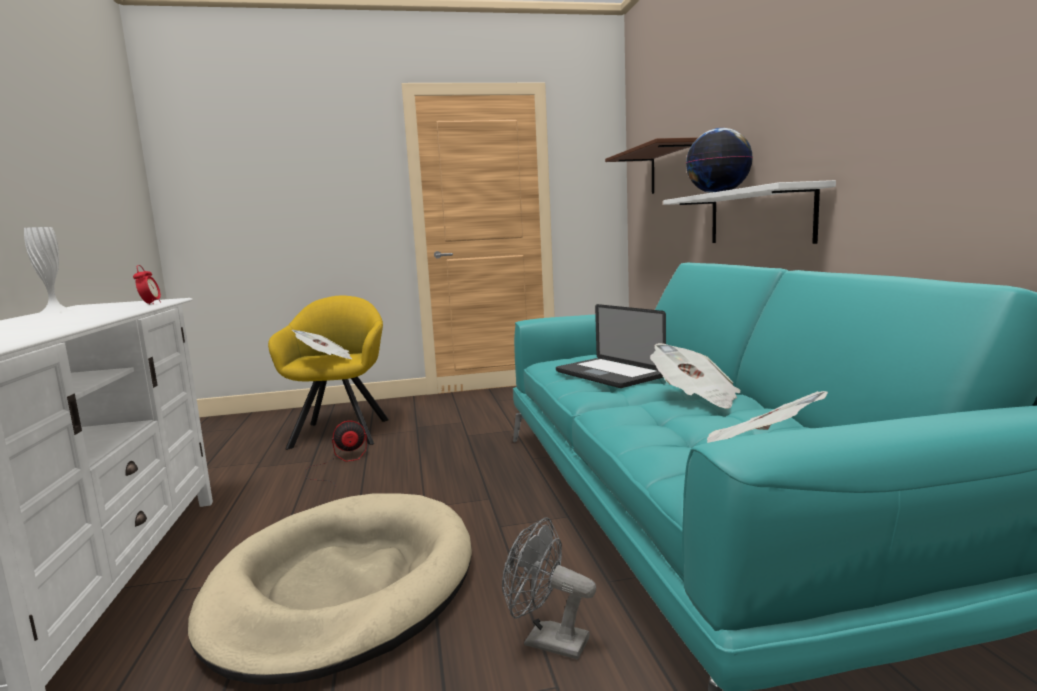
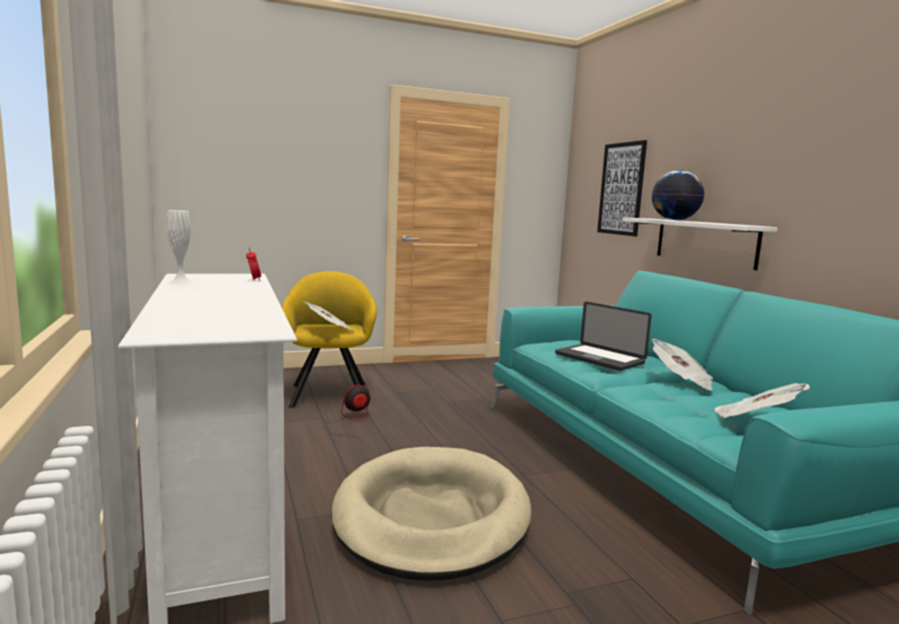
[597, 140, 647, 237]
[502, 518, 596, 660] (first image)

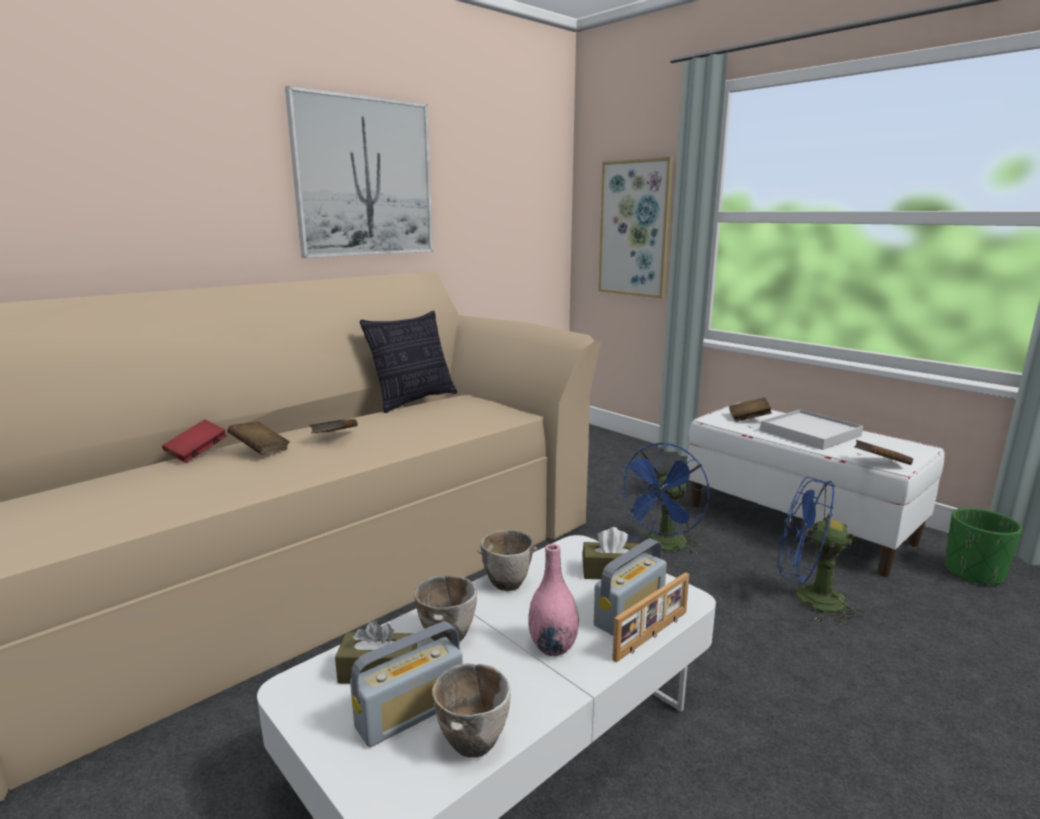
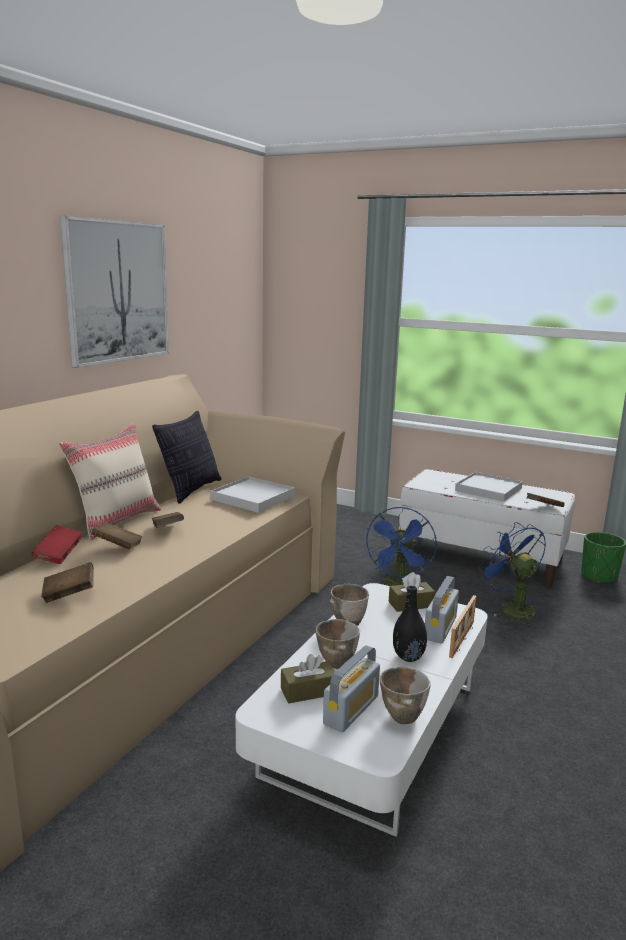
[598, 157, 673, 298] (first image)
[41, 562, 94, 603]
[479, 522, 546, 625]
[393, 586, 427, 662]
[59, 423, 161, 540]
[211, 476, 295, 513]

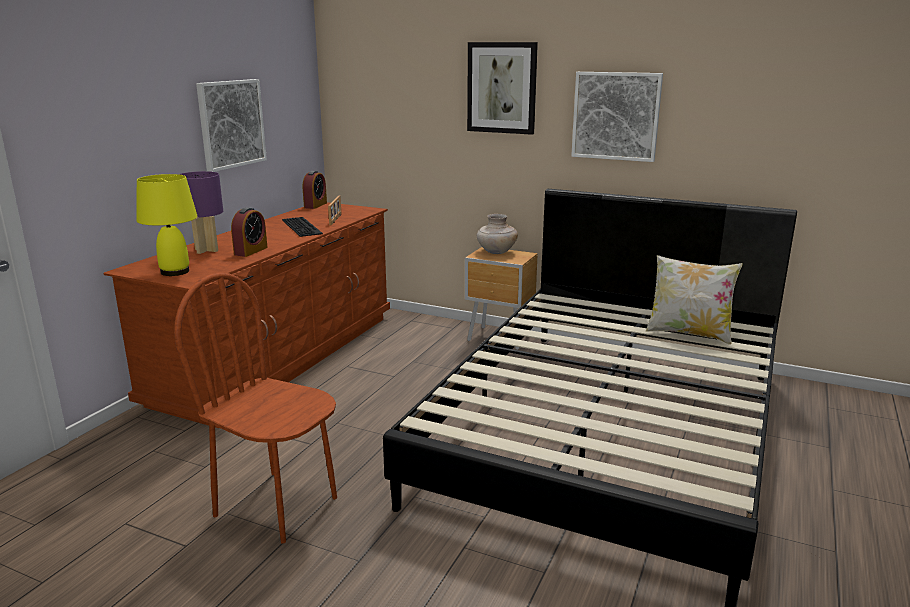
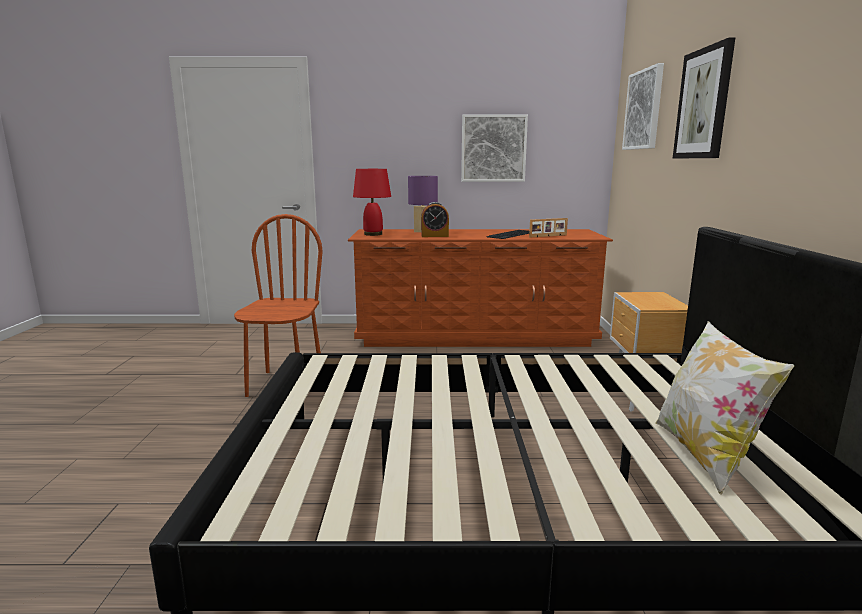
[622, 63, 664, 150]
[303, 171, 327, 209] (first image)
[353, 169, 391, 236]
[477, 214, 518, 254] (first image)

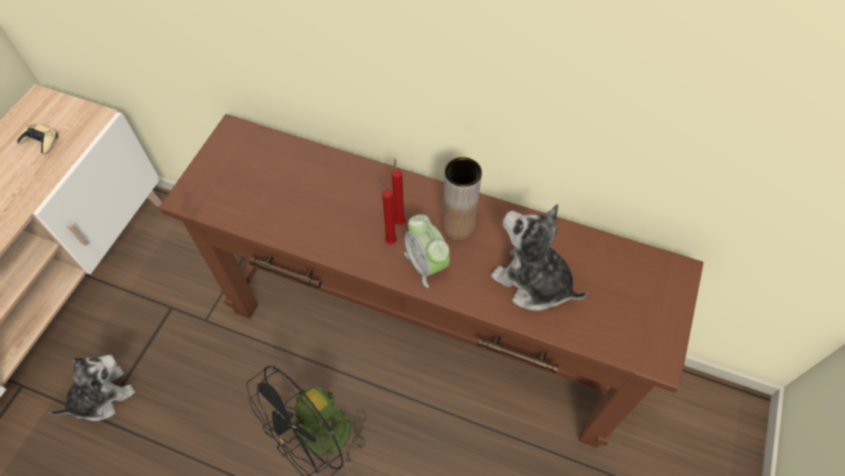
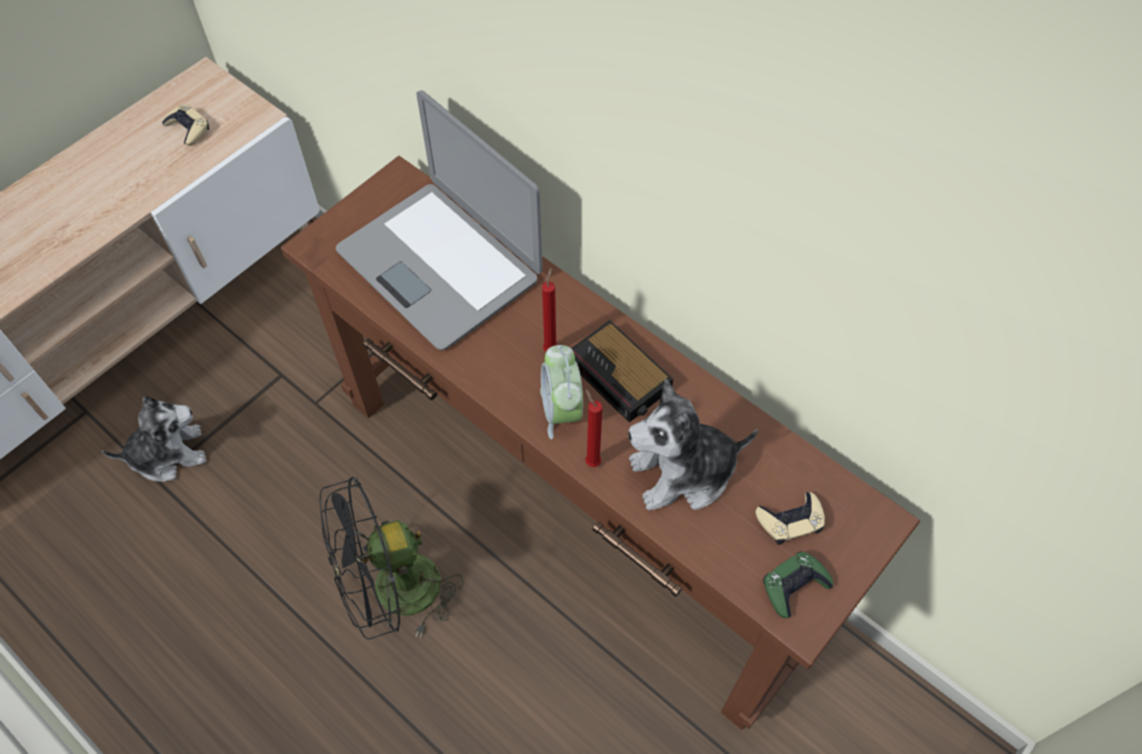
[571, 320, 673, 422]
[585, 389, 603, 467]
[628, 379, 758, 511]
[336, 90, 543, 350]
[756, 492, 825, 545]
[763, 551, 833, 618]

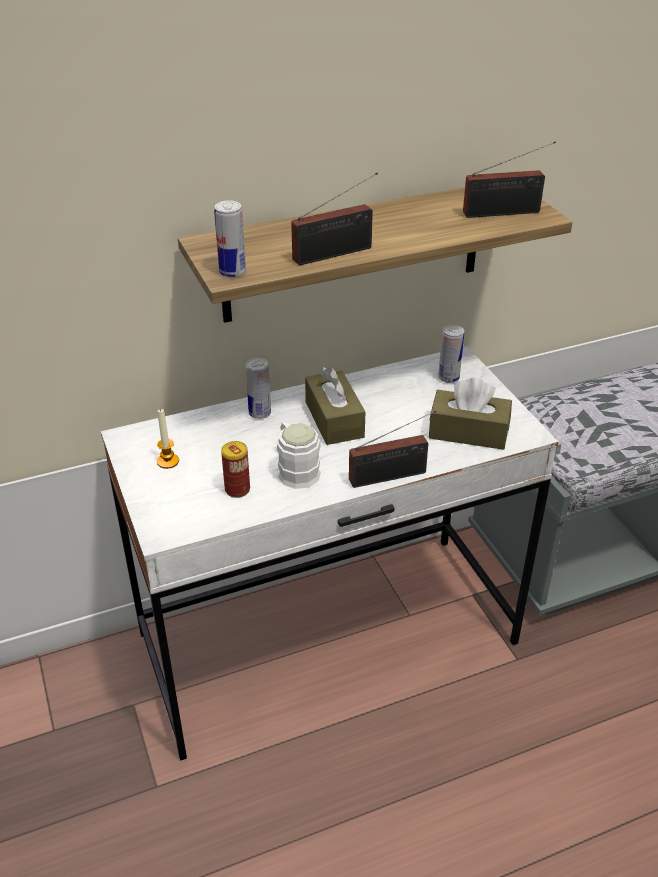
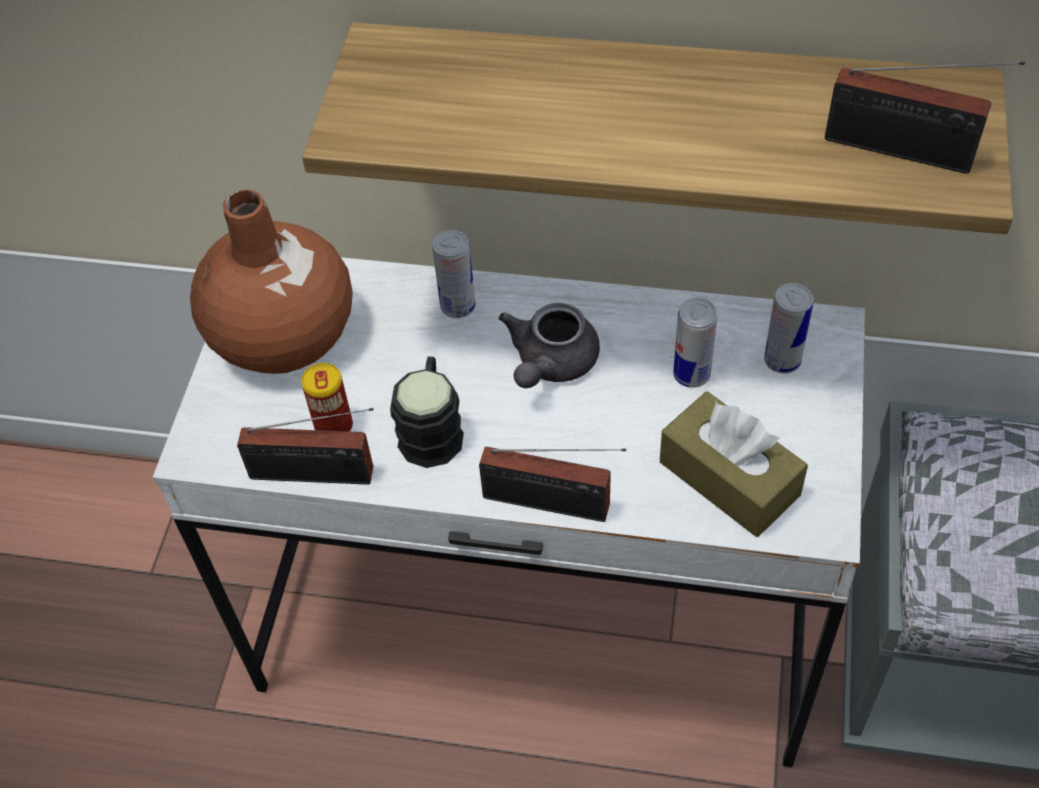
[237, 408, 374, 485]
[673, 297, 717, 388]
[498, 303, 600, 388]
[190, 189, 353, 374]
[390, 357, 464, 468]

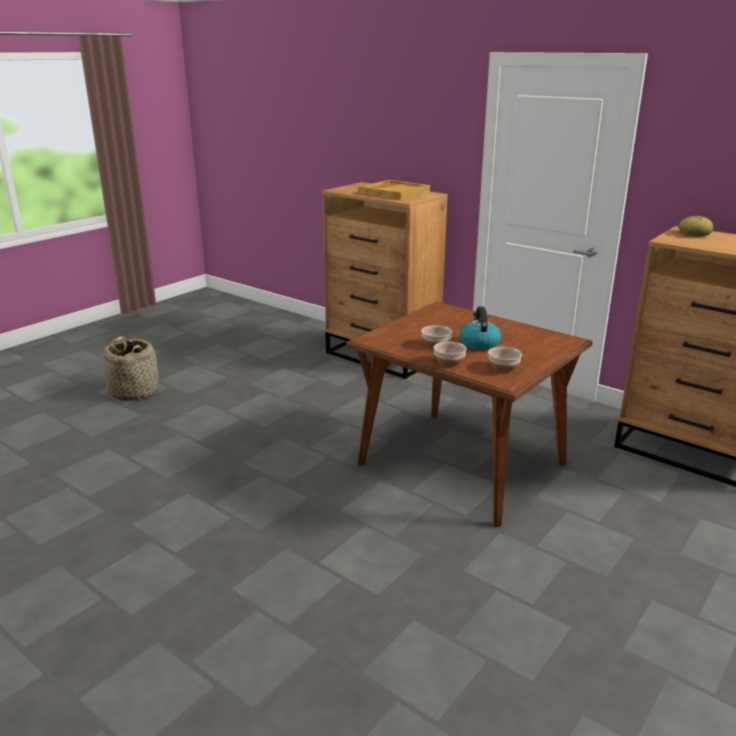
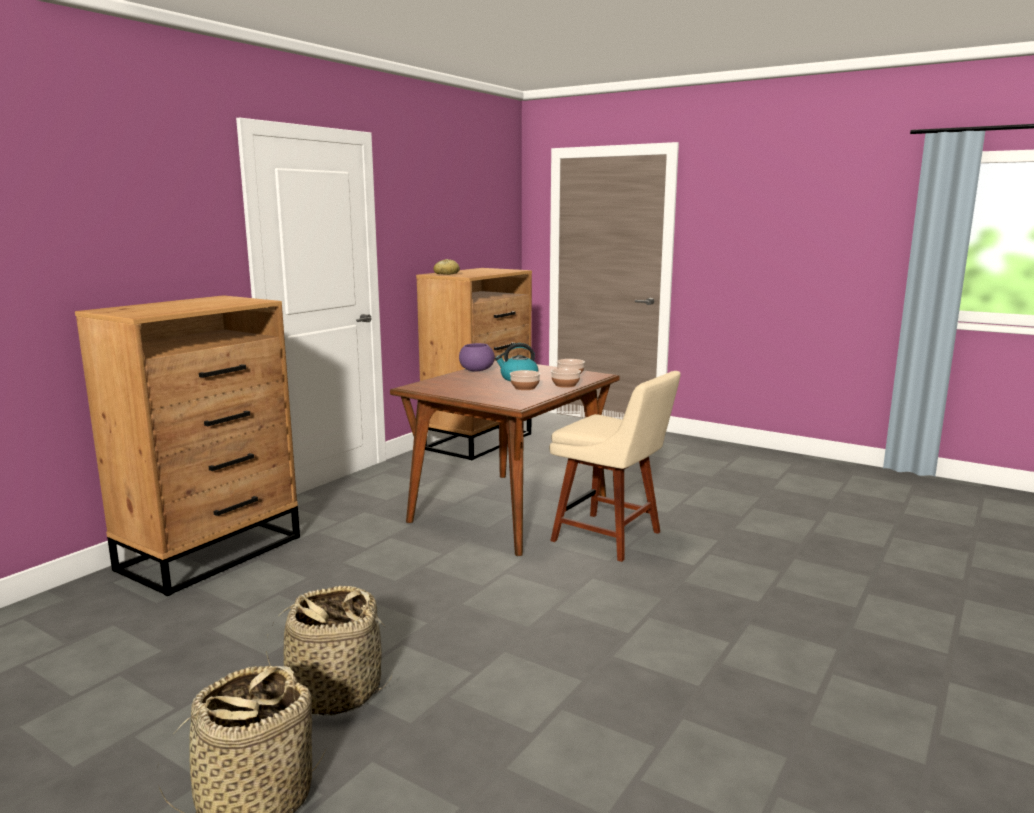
[358, 180, 430, 200] (first image)
[459, 343, 495, 372]
[549, 371, 681, 562]
[266, 586, 392, 716]

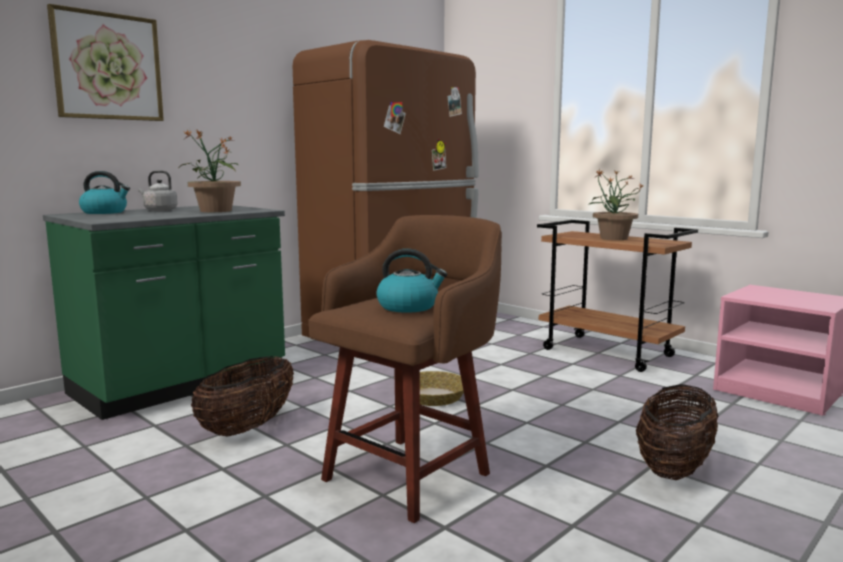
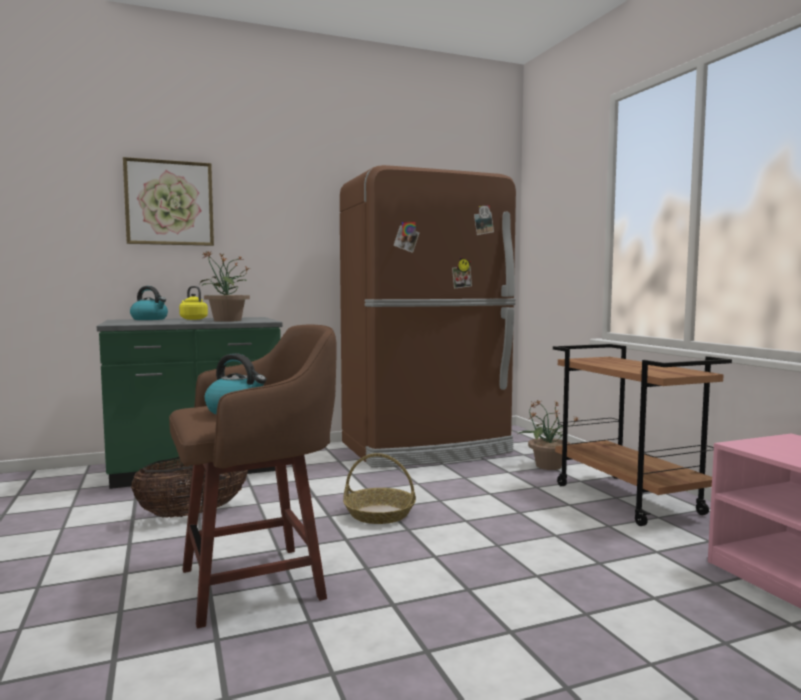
[518, 400, 579, 470]
[179, 286, 208, 320]
[636, 384, 718, 480] (first image)

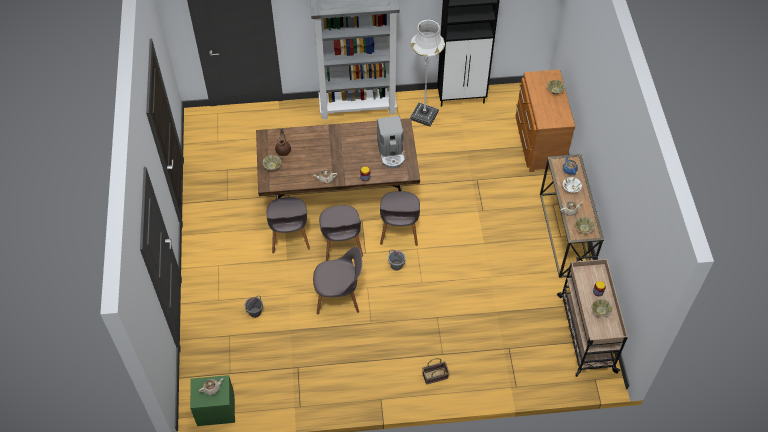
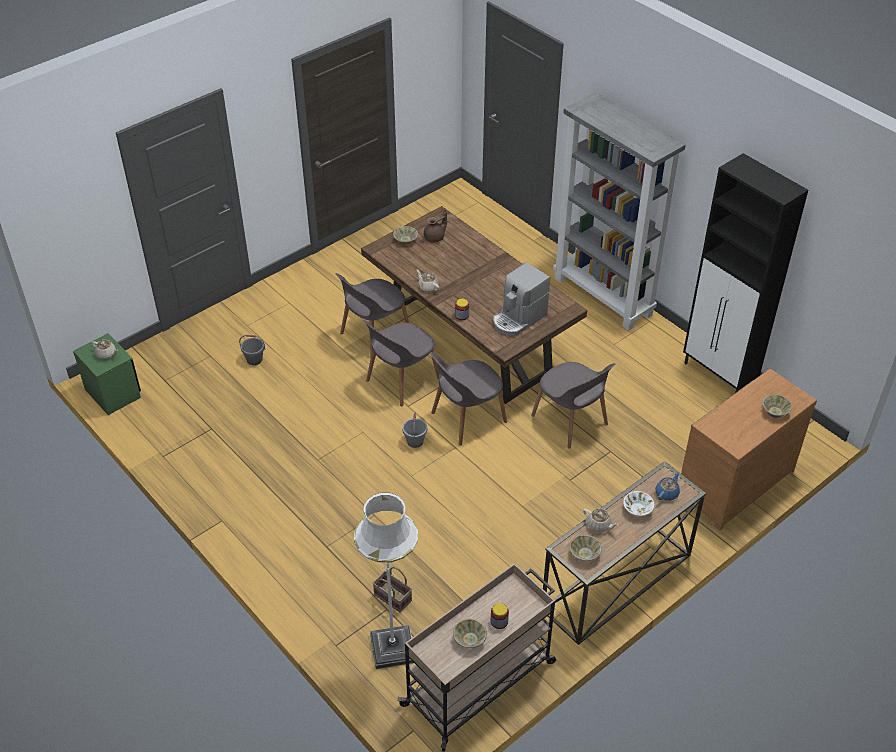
[354, 493, 418, 669]
[531, 362, 615, 449]
[373, 567, 412, 613]

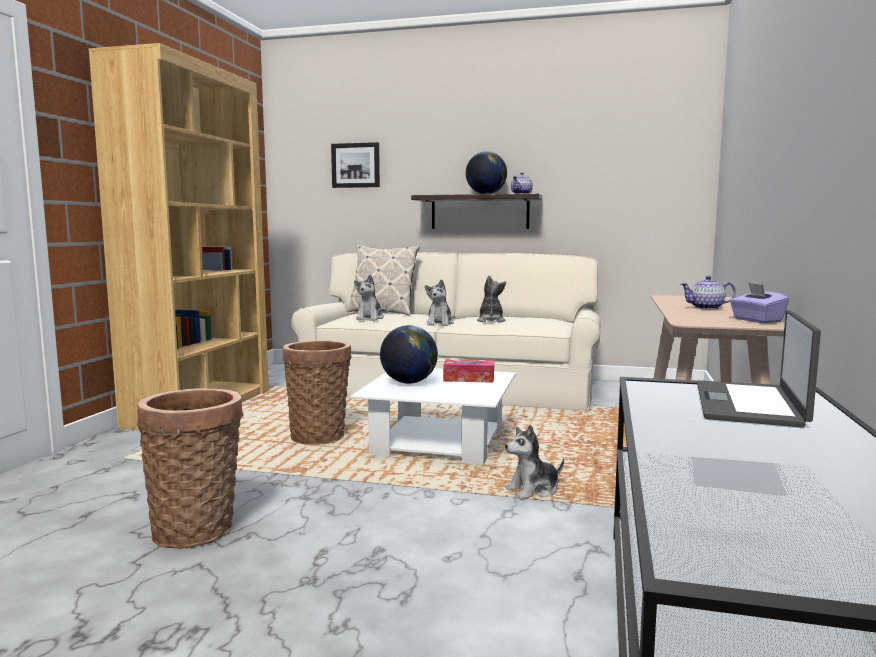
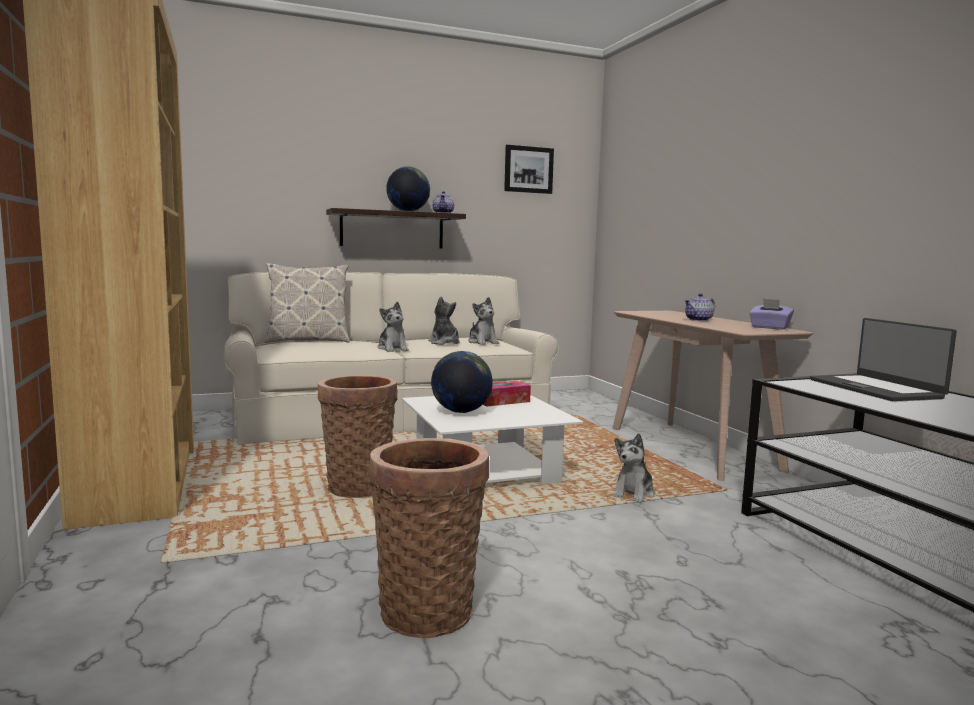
[504, 145, 554, 194]
[468, 297, 499, 345]

